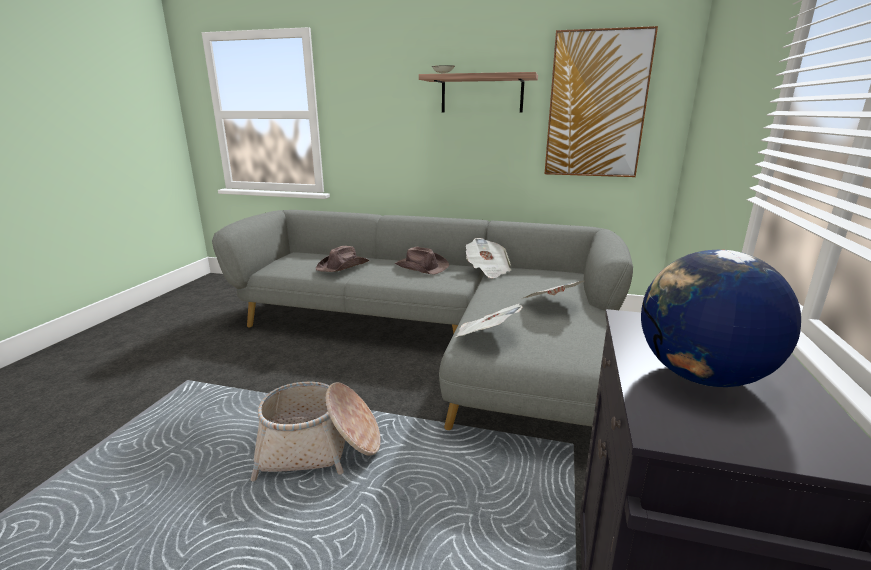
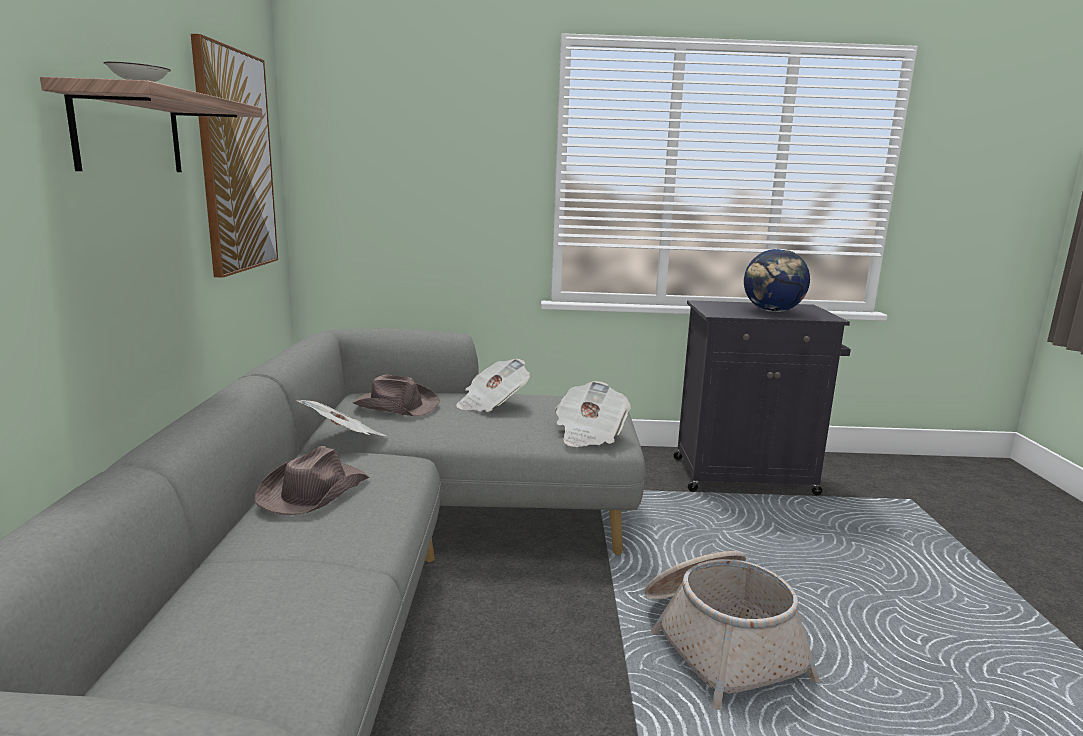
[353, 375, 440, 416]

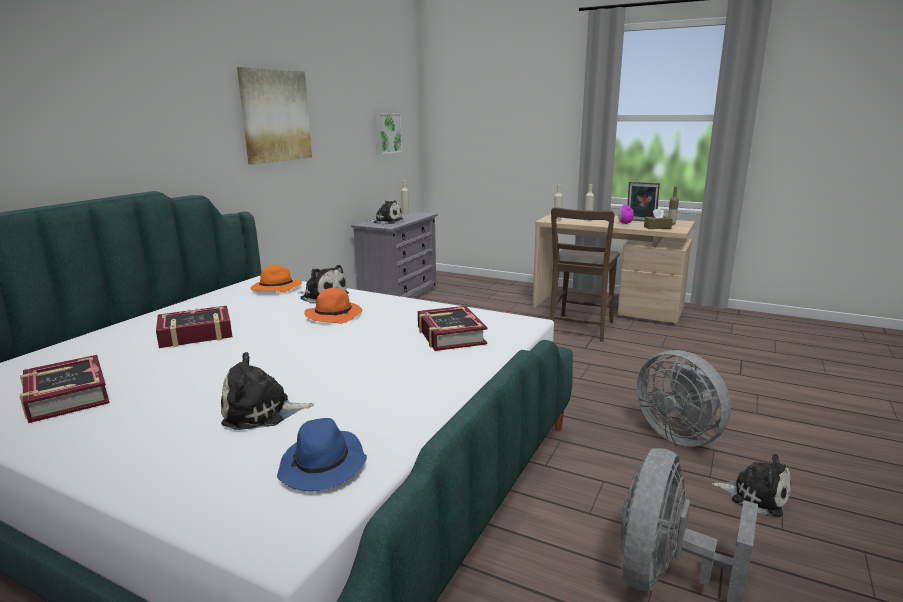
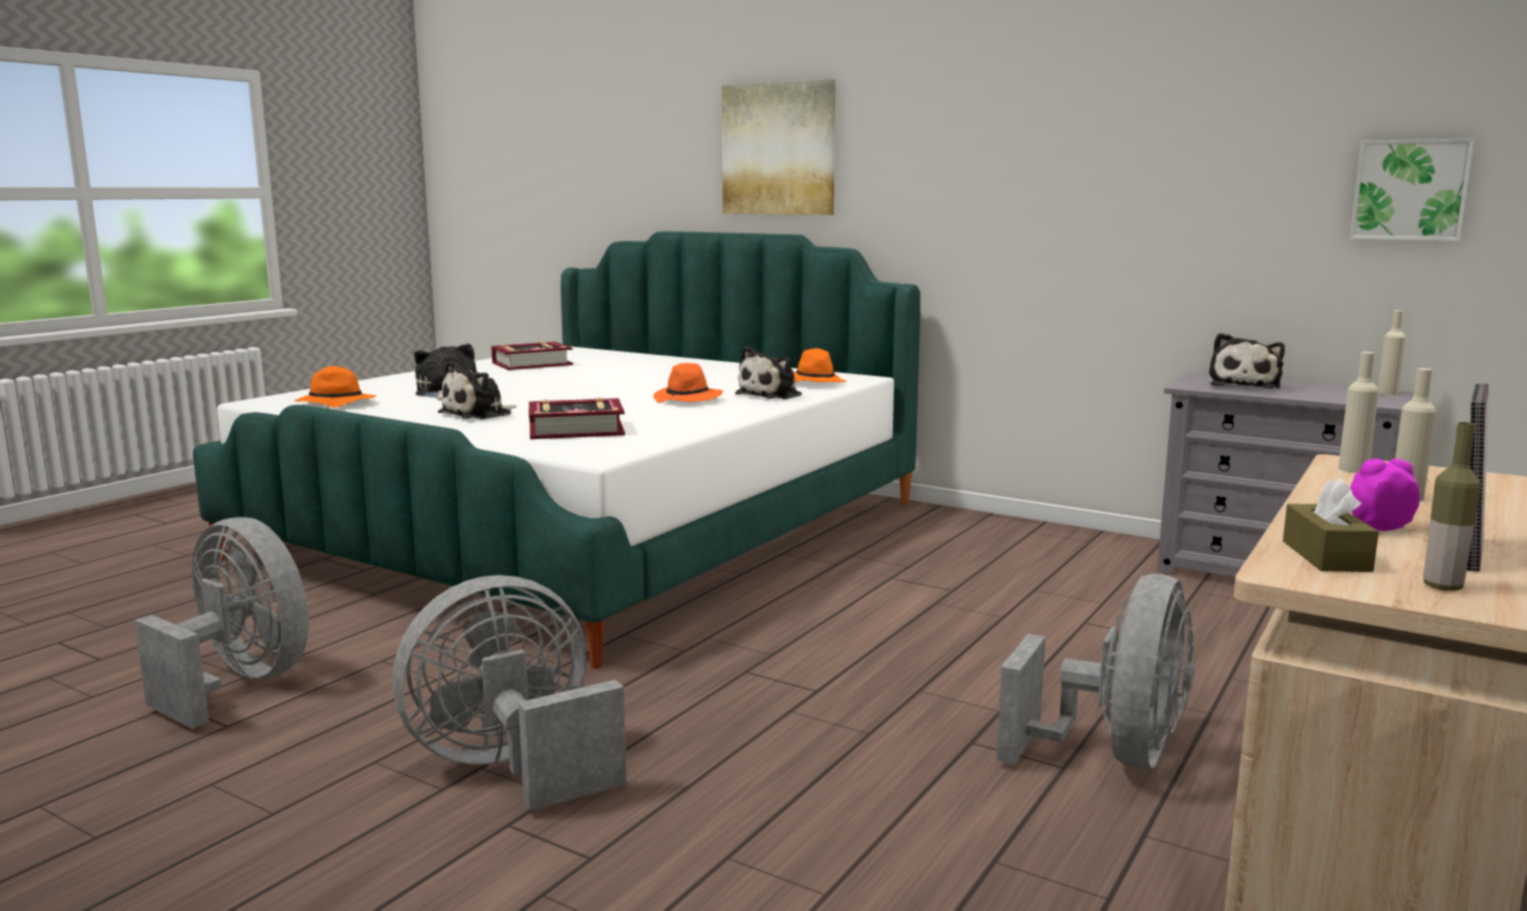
[722, 79, 836, 215]
[996, 574, 1194, 769]
[156, 306, 233, 348] (first image)
[294, 366, 377, 408]
[438, 360, 516, 419]

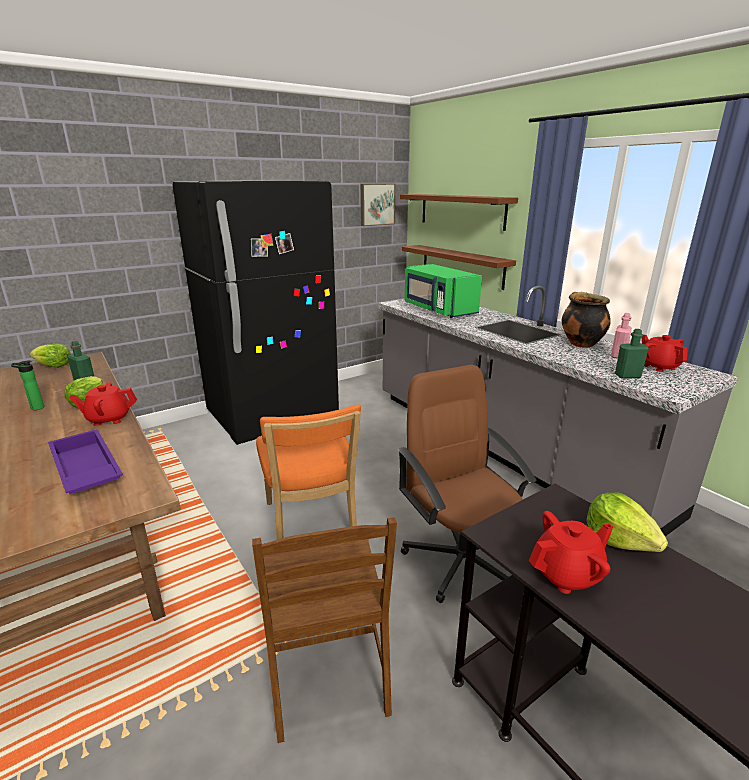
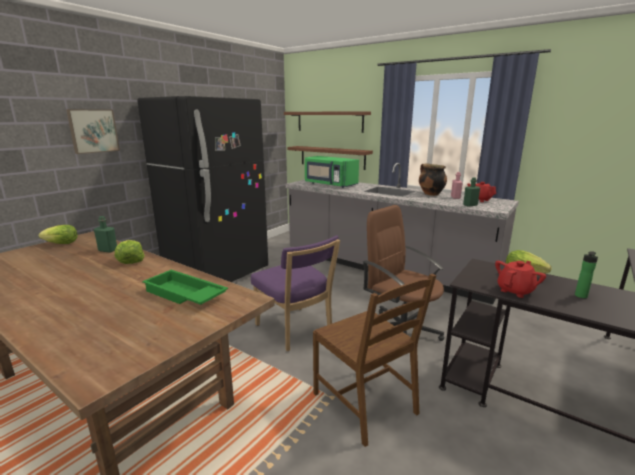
[66, 109, 120, 154]
[575, 251, 598, 298]
[69, 382, 137, 426] (first image)
[251, 235, 340, 351]
[142, 270, 228, 305]

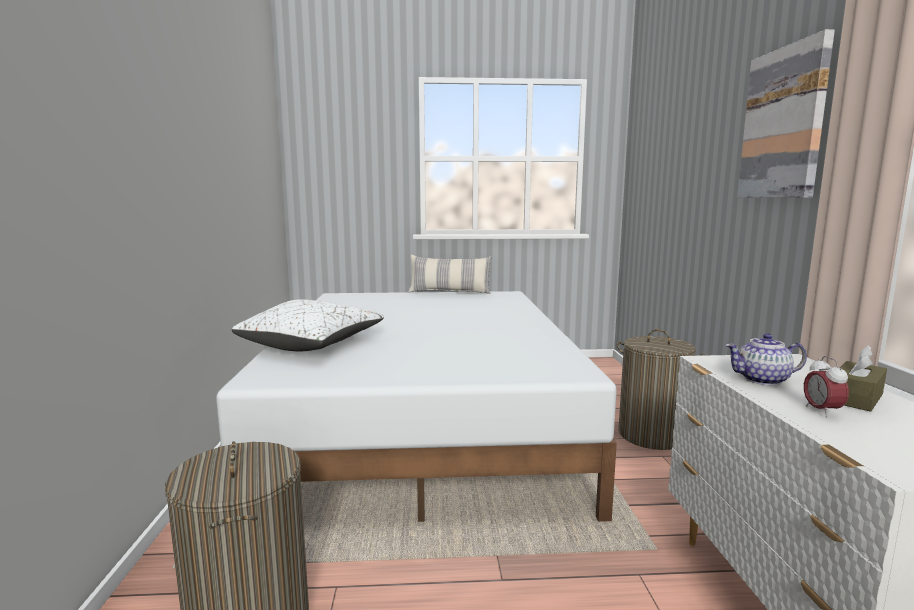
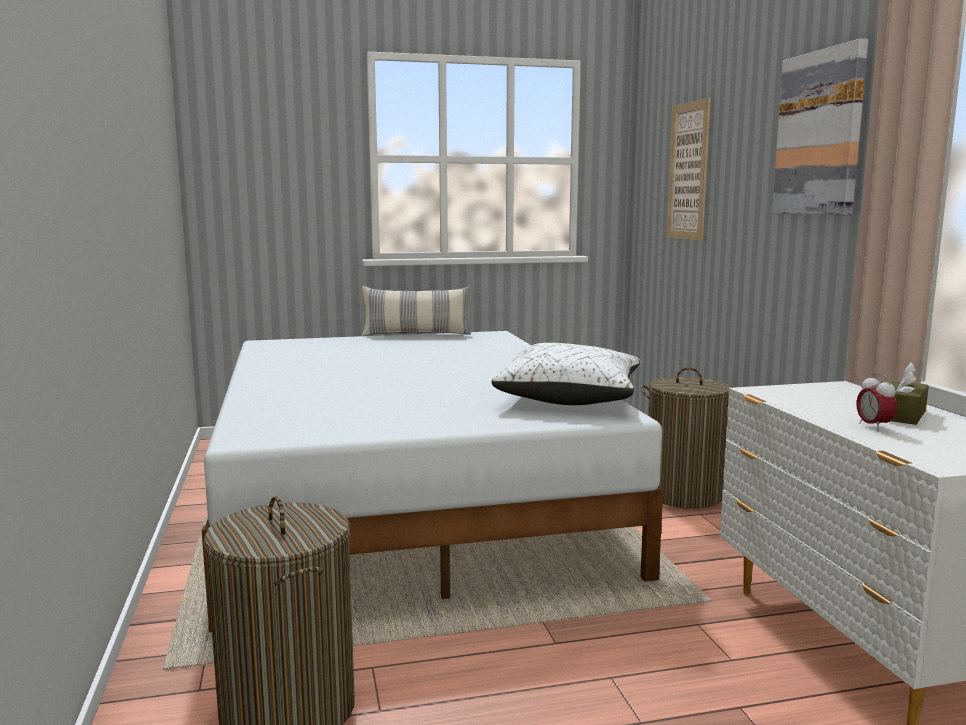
[492, 343, 641, 405]
[725, 333, 807, 386] (first image)
[667, 97, 711, 240]

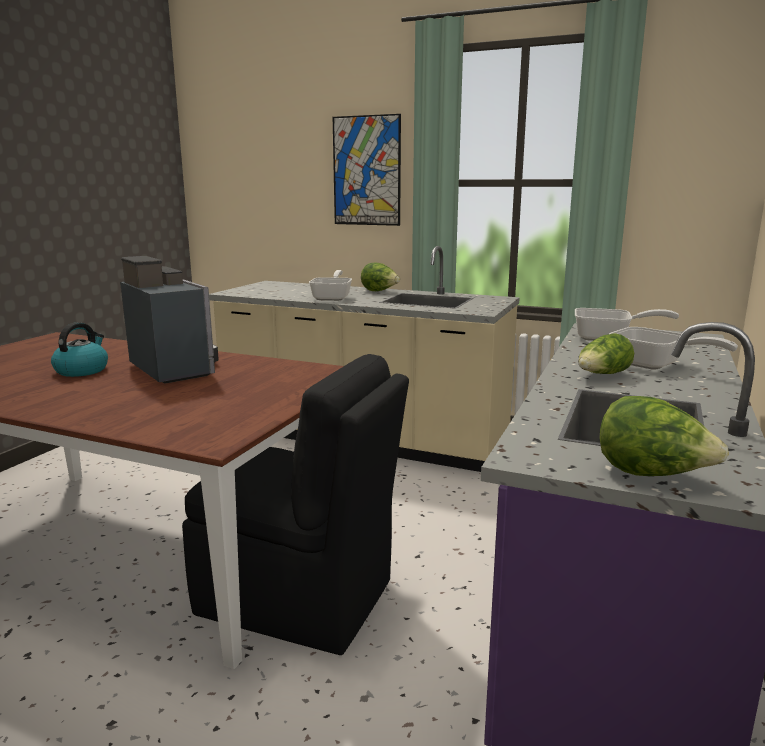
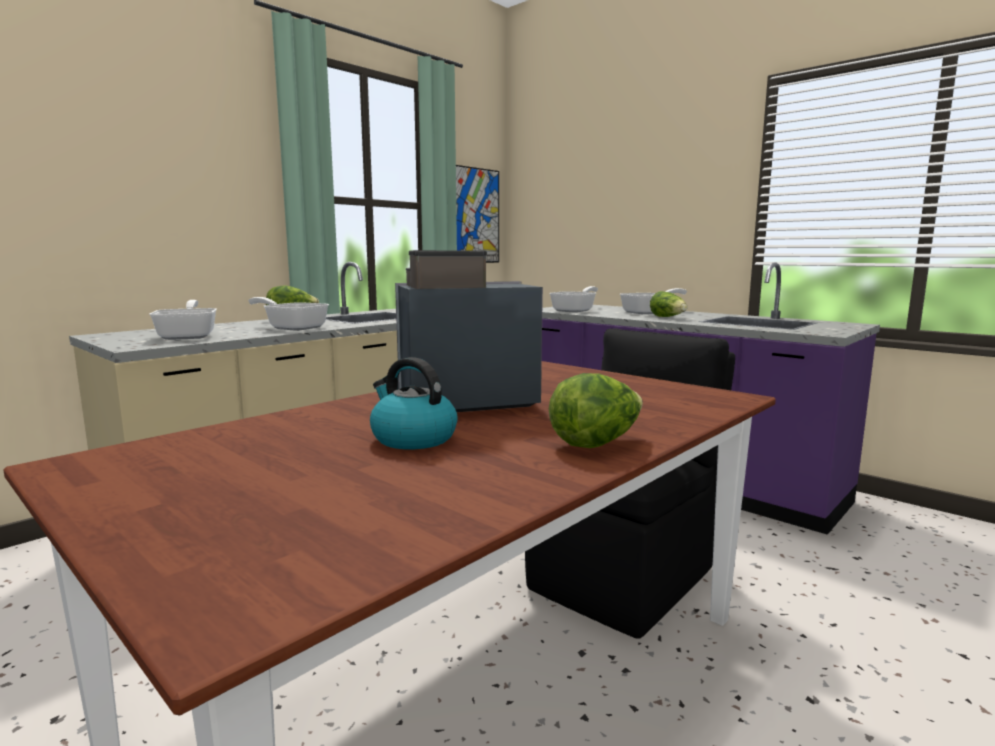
[456, 165, 499, 263]
[549, 373, 643, 448]
[149, 300, 217, 340]

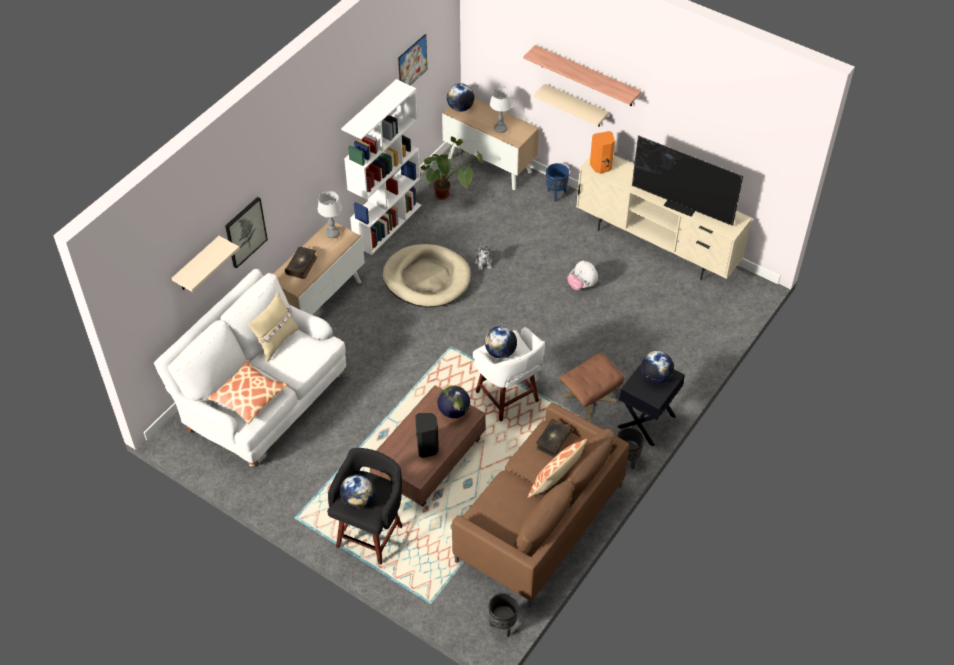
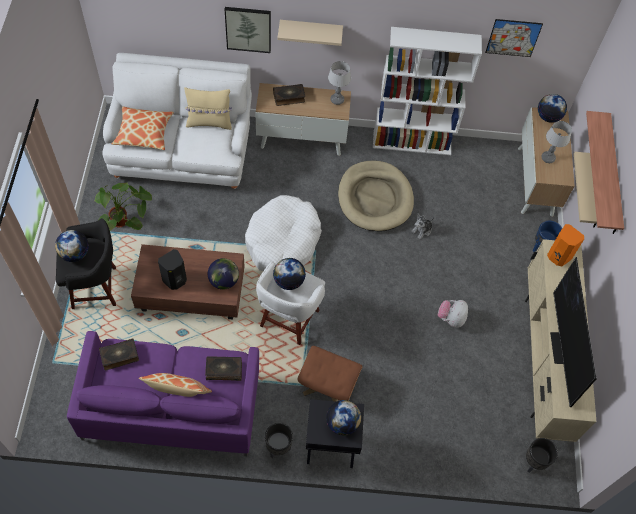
[94, 182, 152, 231]
[277, 20, 343, 46]
[67, 331, 259, 456]
[526, 438, 558, 473]
[245, 195, 322, 271]
[99, 339, 139, 370]

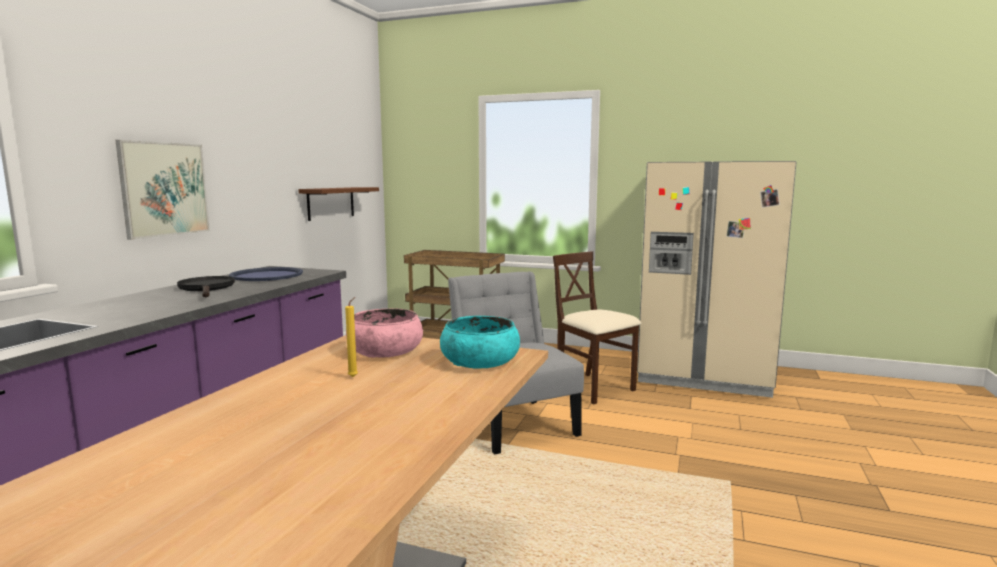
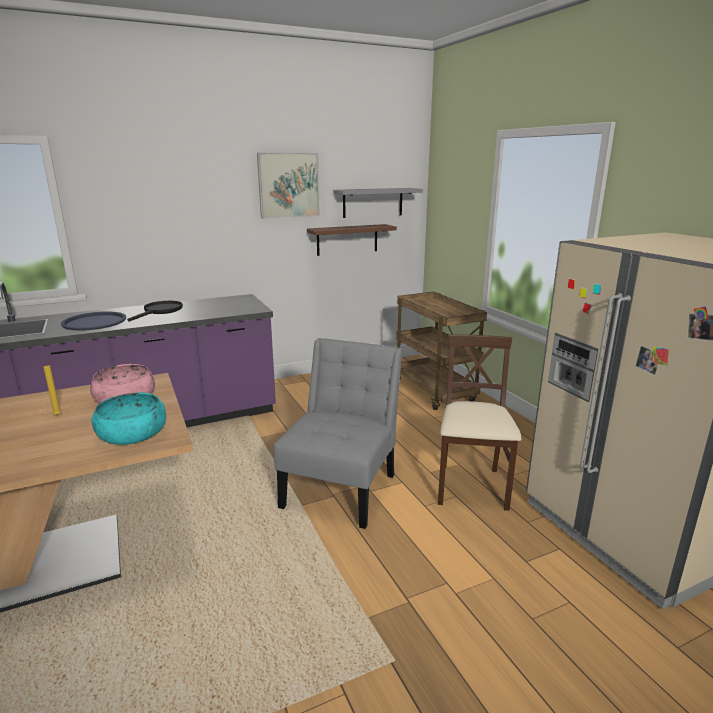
[257, 152, 320, 219]
[61, 311, 126, 331]
[333, 188, 423, 218]

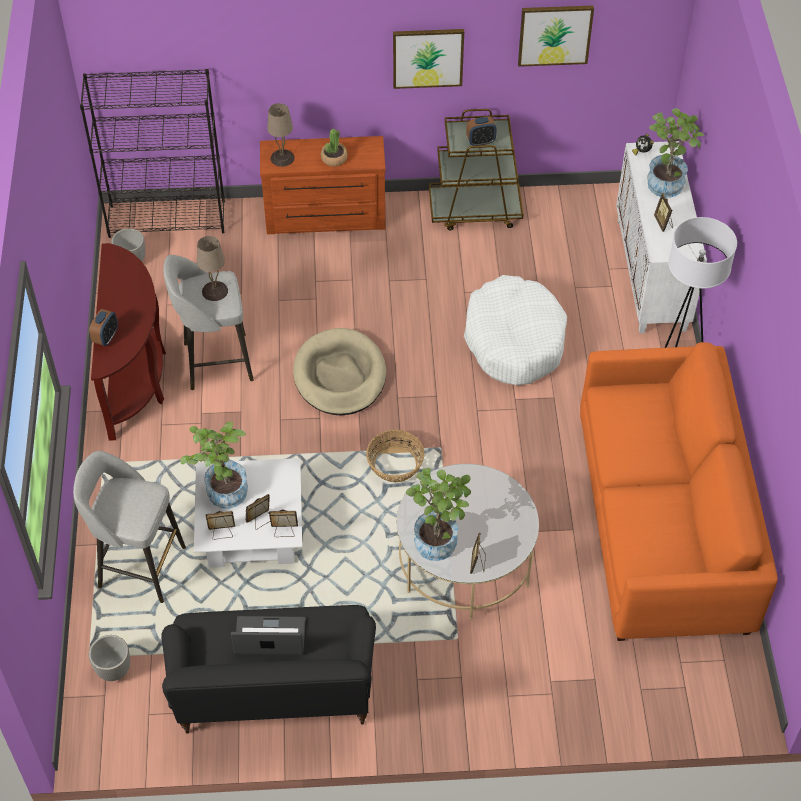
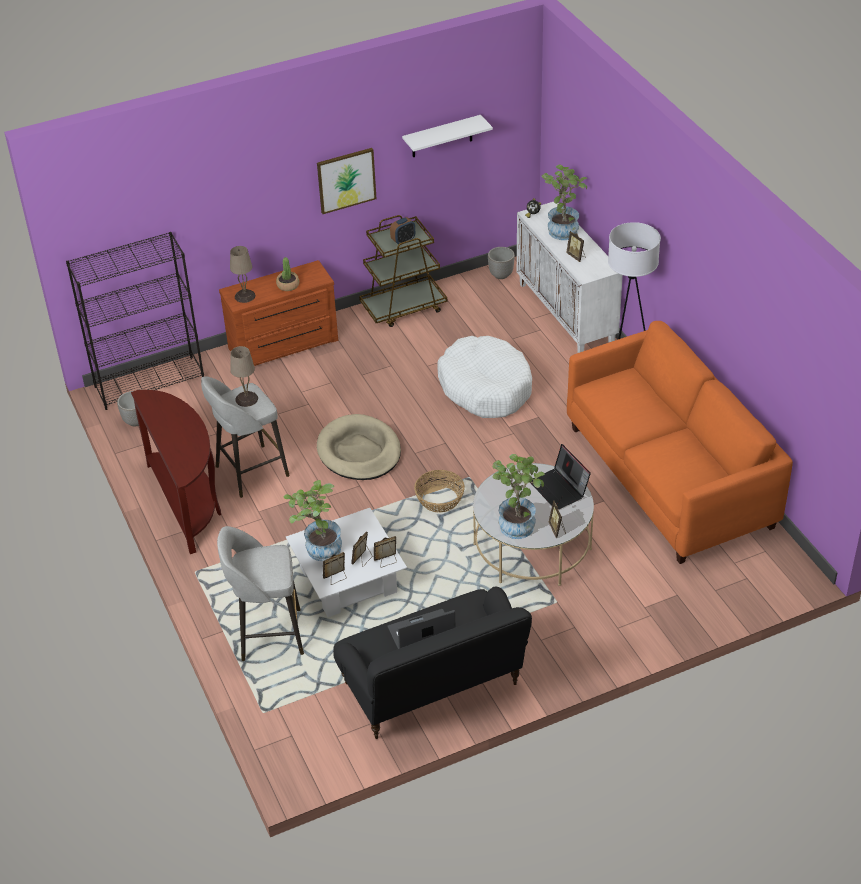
[402, 115, 493, 157]
[89, 309, 118, 346] (first image)
[488, 247, 515, 279]
[531, 444, 591, 510]

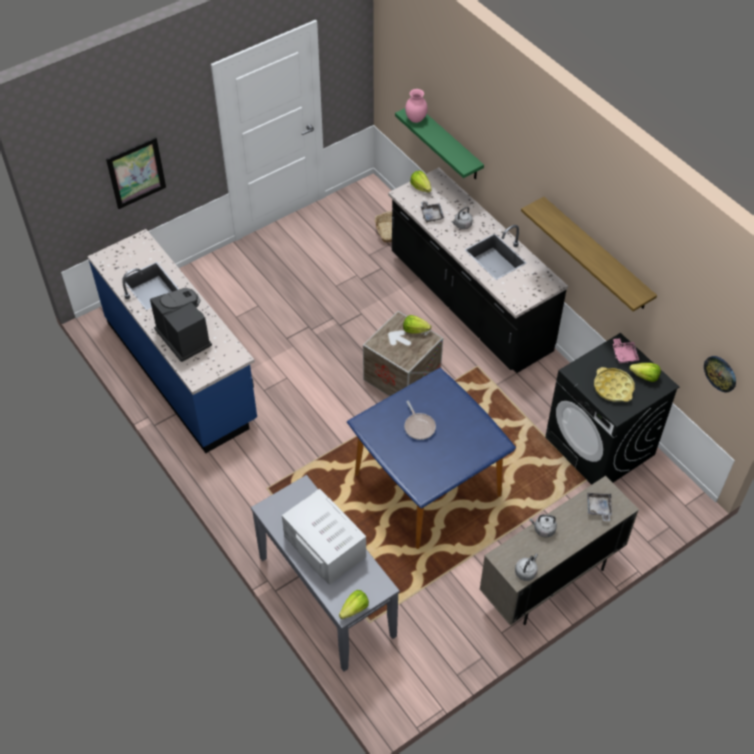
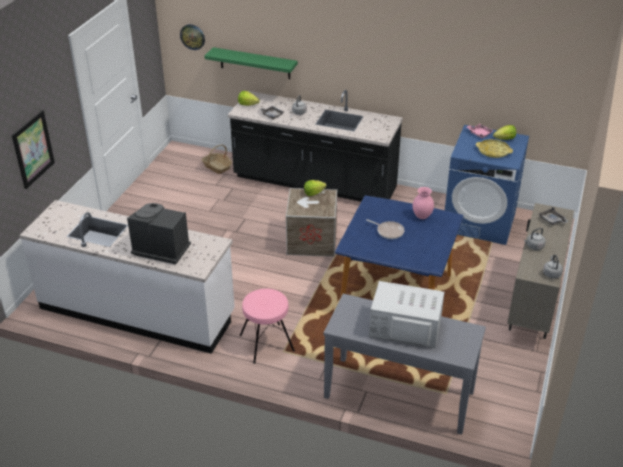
[413, 187, 434, 219]
[521, 197, 657, 312] (first image)
[19, 200, 235, 354]
[445, 125, 529, 245]
[180, 24, 205, 50]
[339, 590, 369, 619] (first image)
[240, 289, 295, 364]

